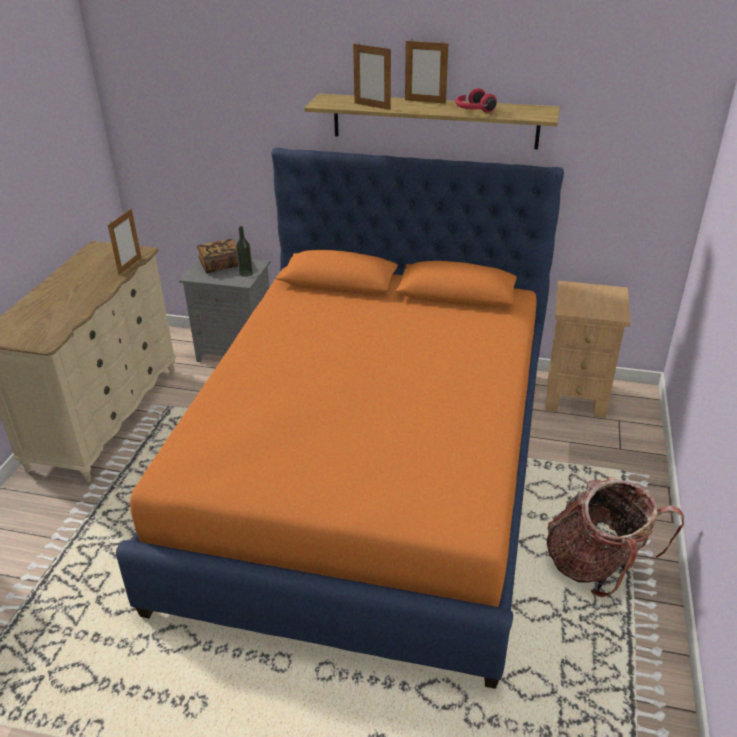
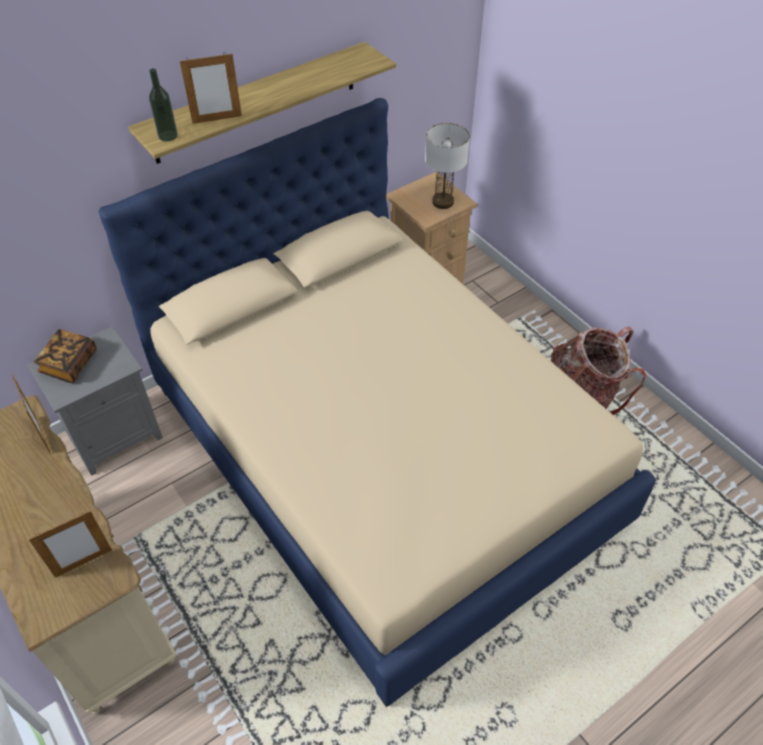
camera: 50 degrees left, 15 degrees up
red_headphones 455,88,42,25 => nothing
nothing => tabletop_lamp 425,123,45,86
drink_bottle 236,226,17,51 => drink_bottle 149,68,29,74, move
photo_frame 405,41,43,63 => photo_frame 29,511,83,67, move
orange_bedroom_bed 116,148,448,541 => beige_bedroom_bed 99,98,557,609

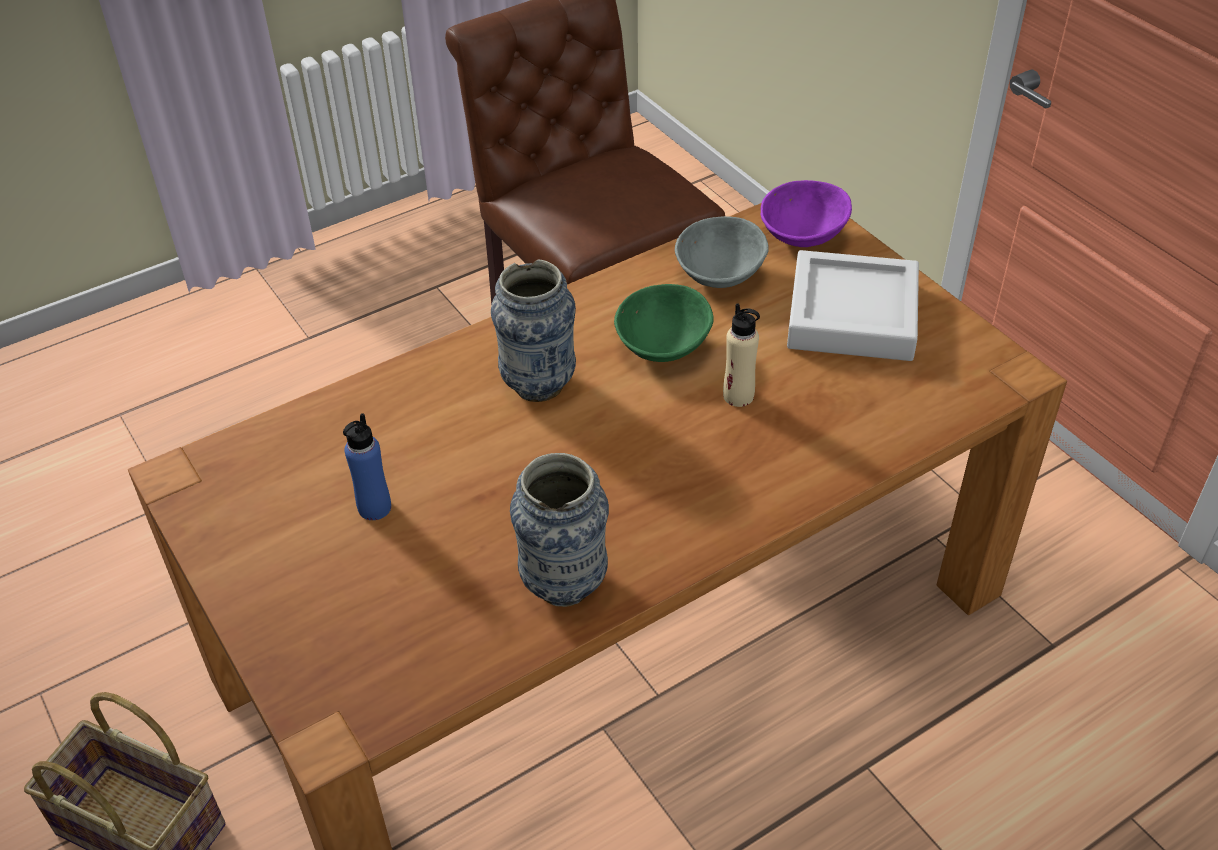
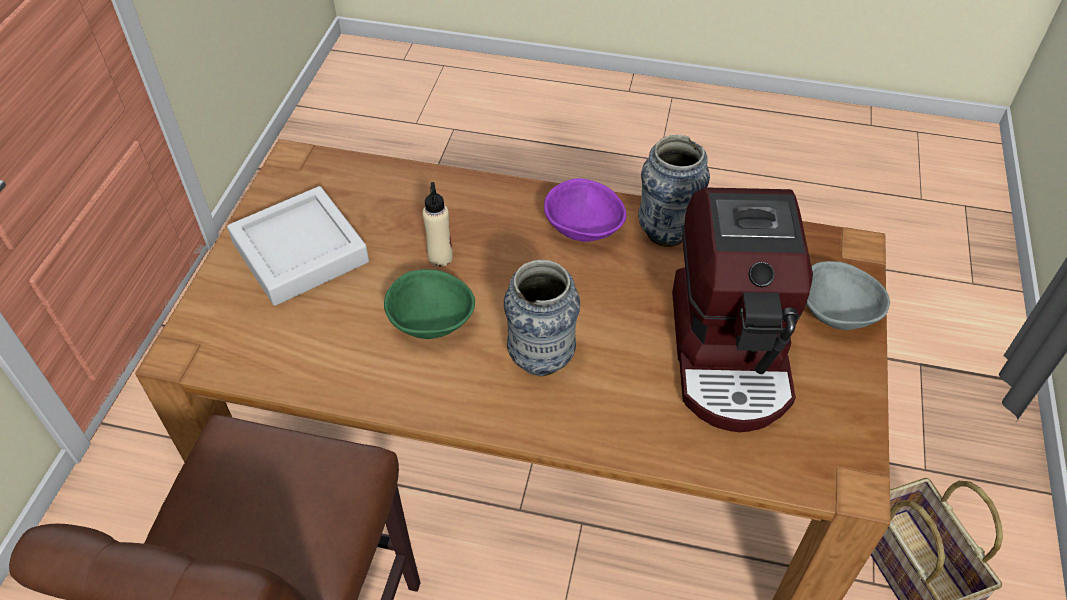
camera: 135 degrees left, 5 degrees up
greyish_deep_dish 675,216,94,72 => greyish_deep_dish 806,261,84,69, move
purple_deep_dish 761,180,91,67 => purple_deep_dish 544,178,82,64, move
blue-coloured_drink_bottle 343,413,48,107 => coffee_machine 672,188,141,244

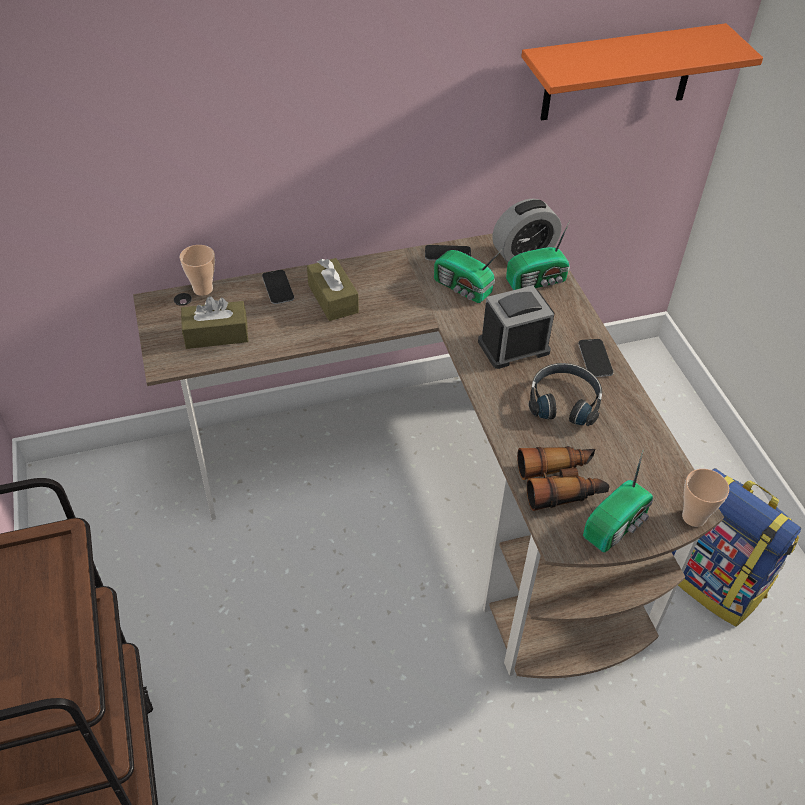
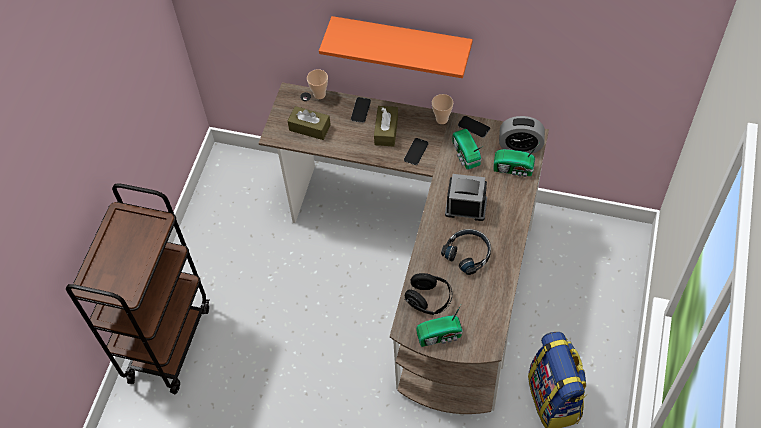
camera: 35 degrees right, 10 degrees up
orange_shelf 521,23,242,98 => orange_shelf 319,16,154,62, move
handset 578,339,35,38 => handset 404,138,24,27, move
cup 682,469,47,58 => cup 432,94,21,30, move
field_glasses 517,446,92,65 => blackish_headphones 404,273,48,42

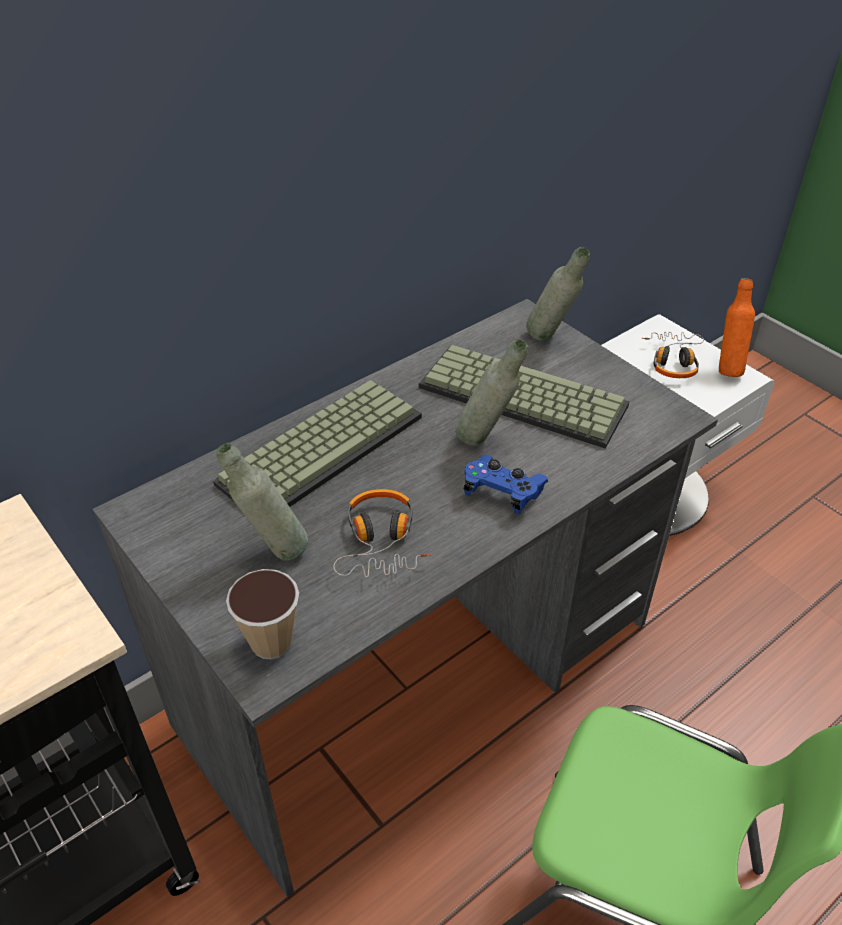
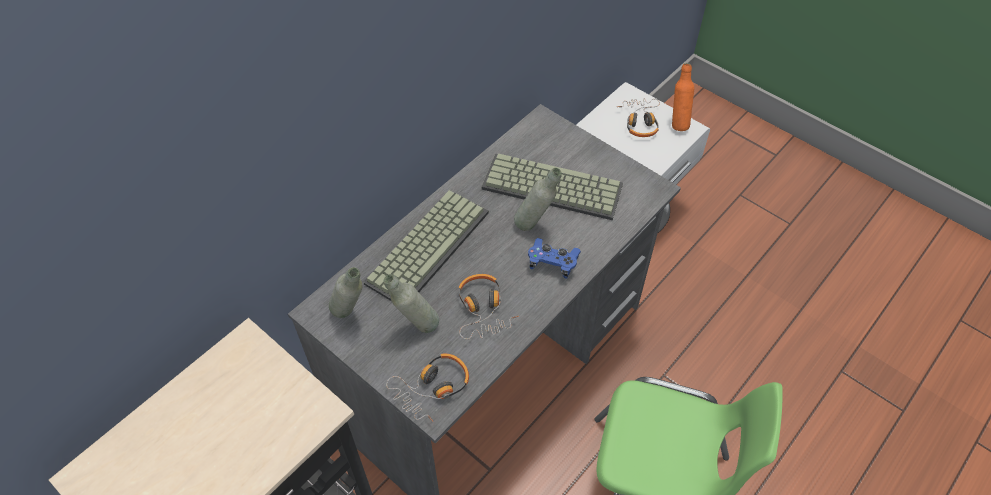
camera: 10 degrees left, 10 degrees up
greyish_drink_bottle 526,247,64,94 => greyish_drink_bottle 329,267,34,51, move
cup 226,569,73,90 => headphones 386,354,83,68

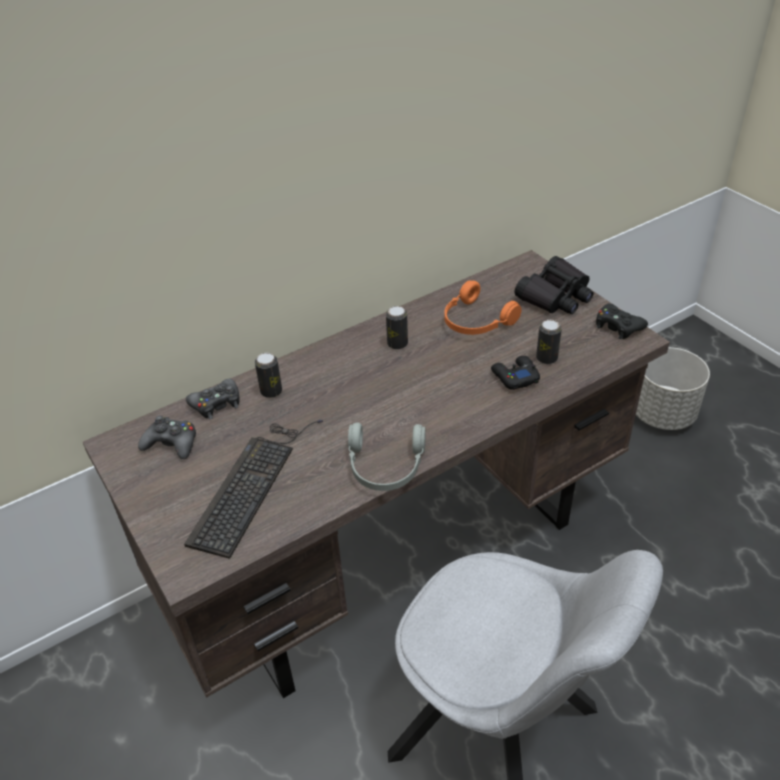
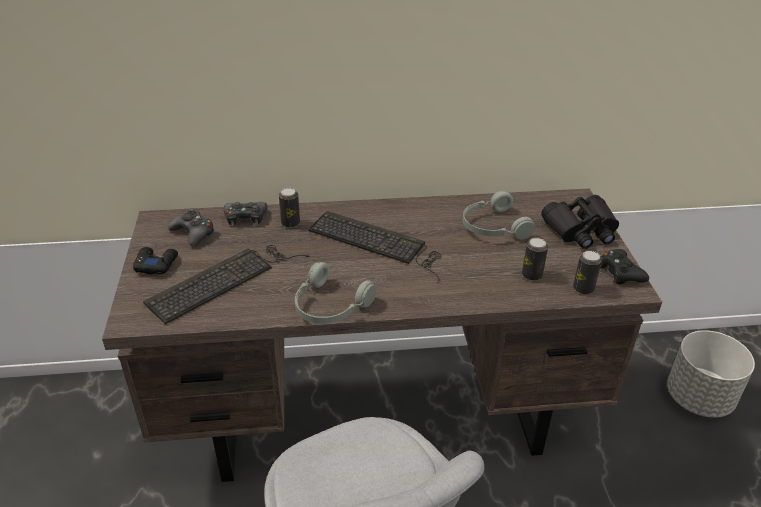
camera: 25 degrees right, 5 degrees down
nothing => computer_keyboard 308,211,133,71
sealed_can 386,306,22,44 => sealed_can 573,250,29,44, move
blackish_joypad 491,356,49,34 => blackish_joypad 133,247,45,27, move
orange_headphones 444,280,77,55 => greyish_headphones 463,191,72,49

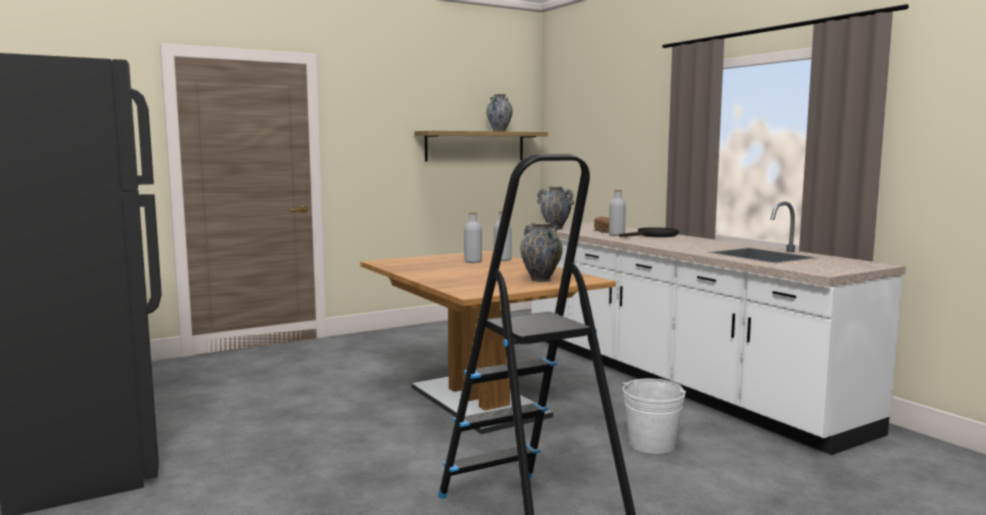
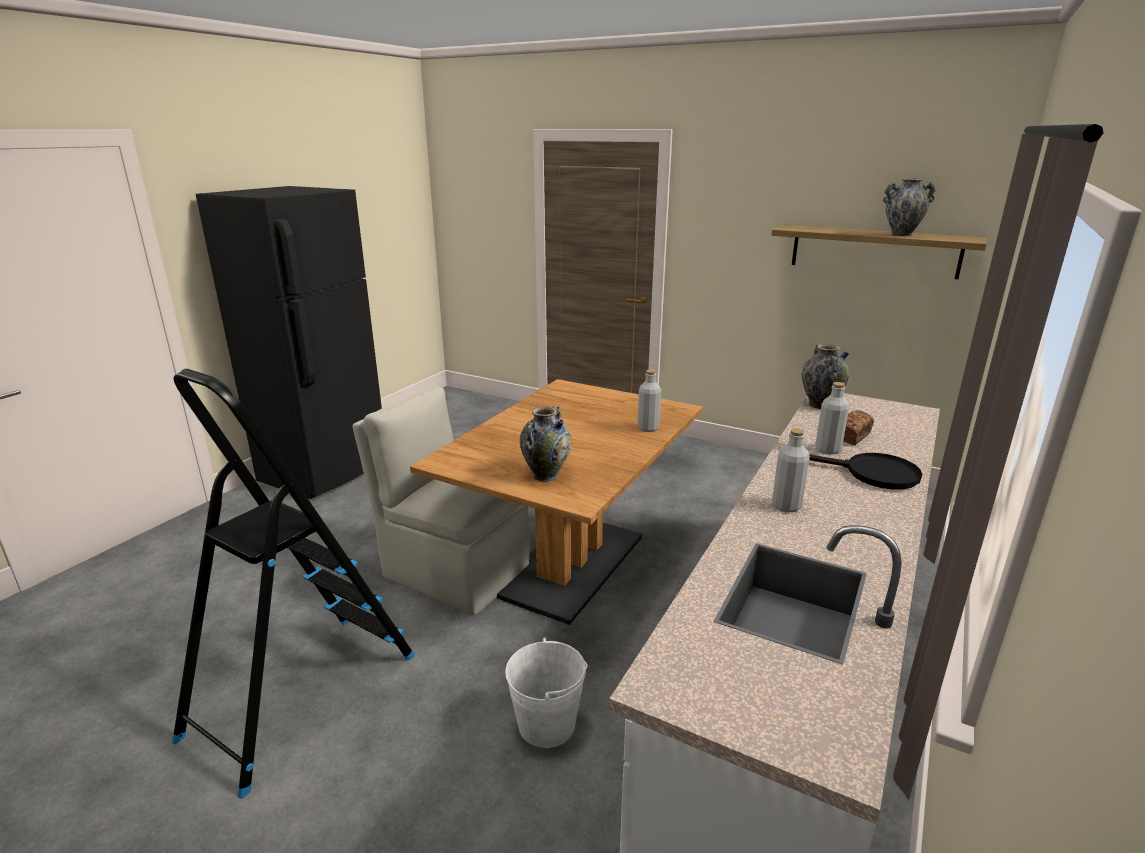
camera: 60 degrees right, 15 degrees up
nothing => beige_chair 352,386,178,229
greyish_drink_bottle 464,212,18,51 => greyish_drink_bottle 772,428,38,84, move

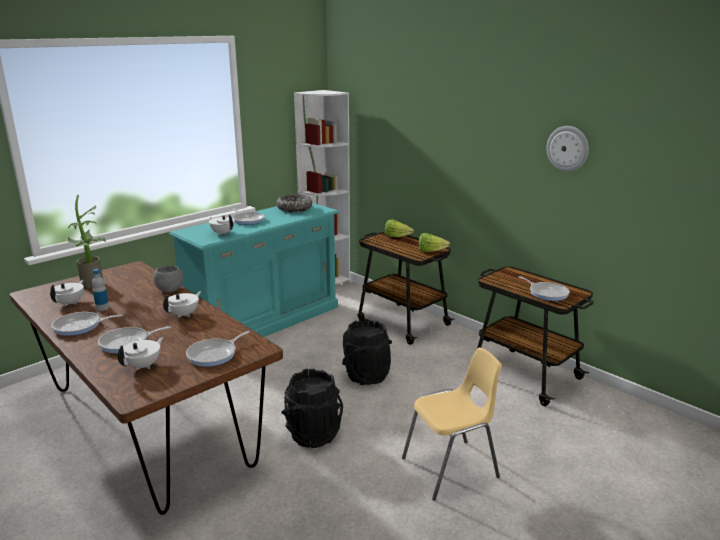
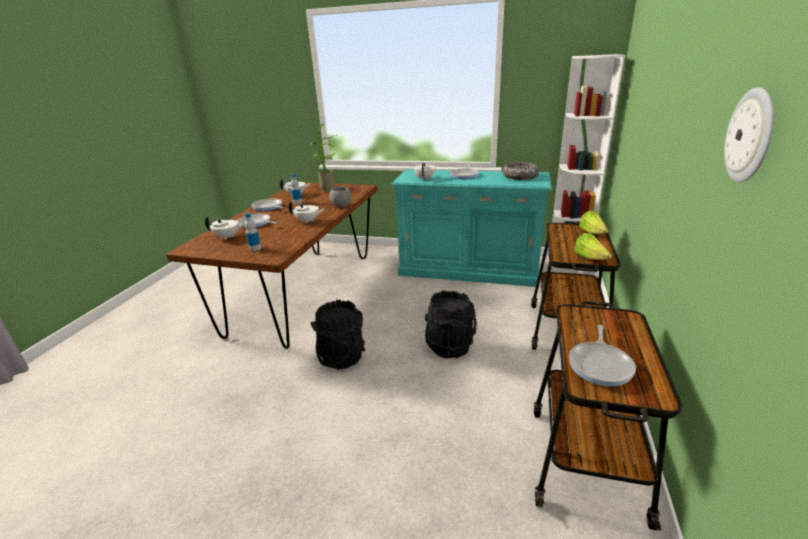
camera: 60 degrees right, 5 degrees up
yellow_chair 402,348,100,153 => nothing
pan 186,331,63,36 => drink_bottle 245,213,16,38

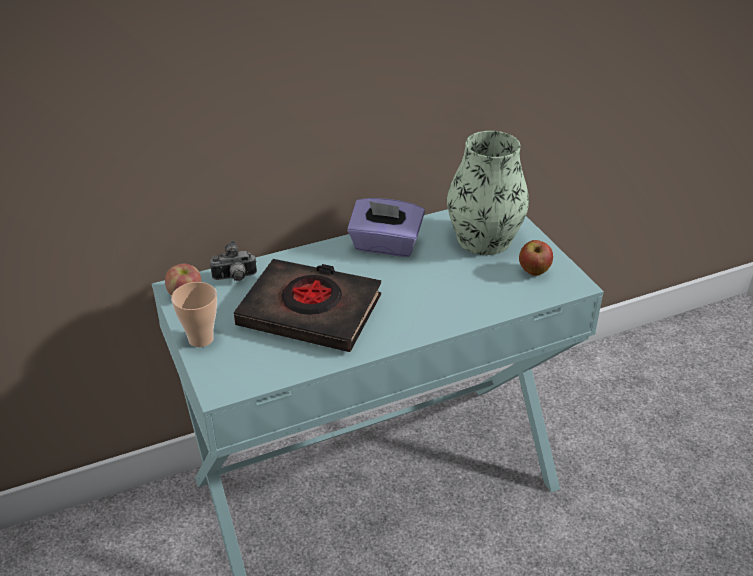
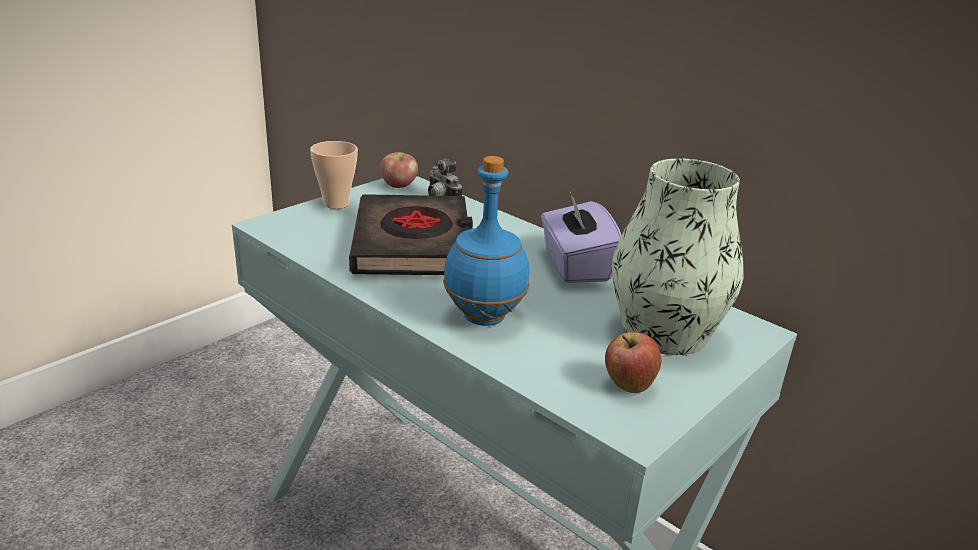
camera: 65 degrees right, 10 degrees down
nothing => blue-coloured_drink_bottle 443,156,86,170

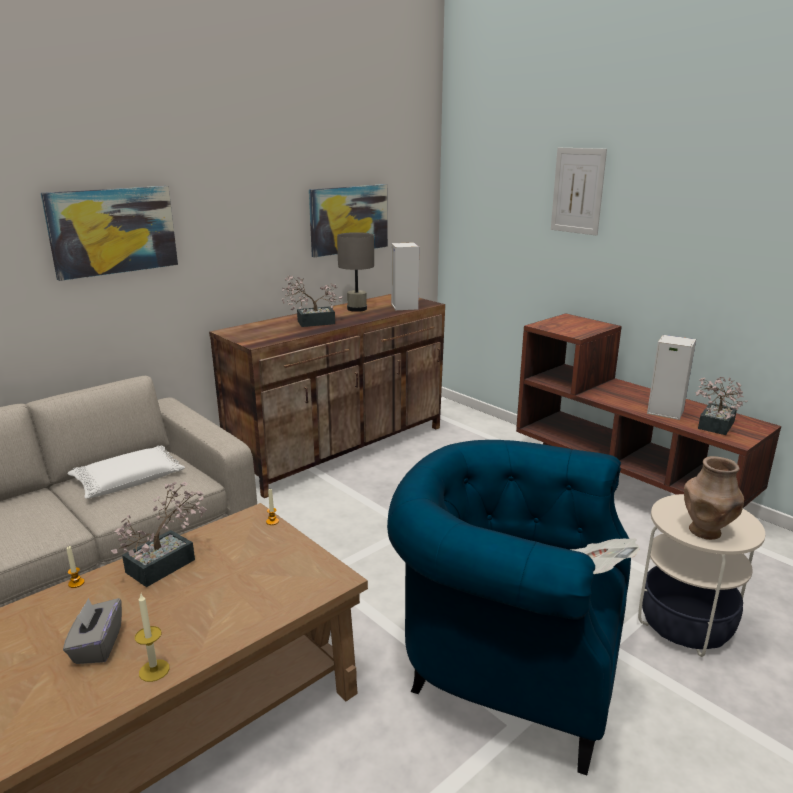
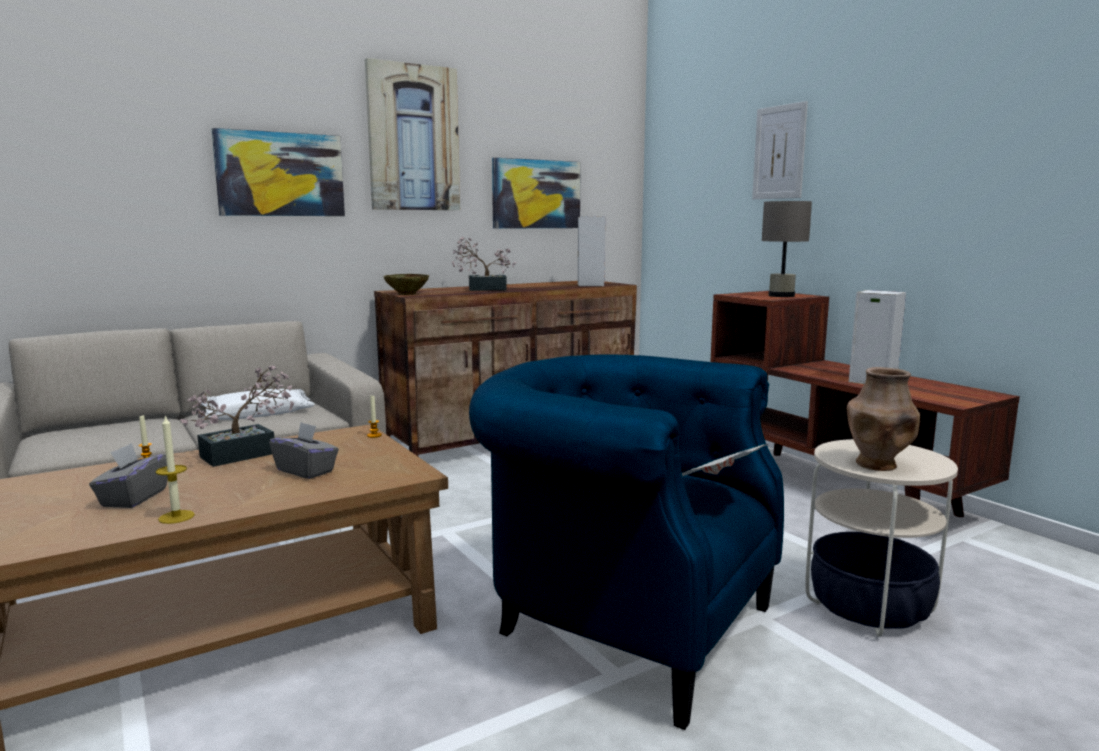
camera: 10 degrees right, 10 degrees down
houseplant 695,377,53,58 => nothing
nothing => greyish_box_of_tissues 269,422,70,57
nothing => wall_art 365,58,95,152
nothing => beige_deep_dish 383,274,46,21
greyish_tabletop_lamp 337,232,37,80 => greyish_tabletop_lamp 762,201,50,96, move

